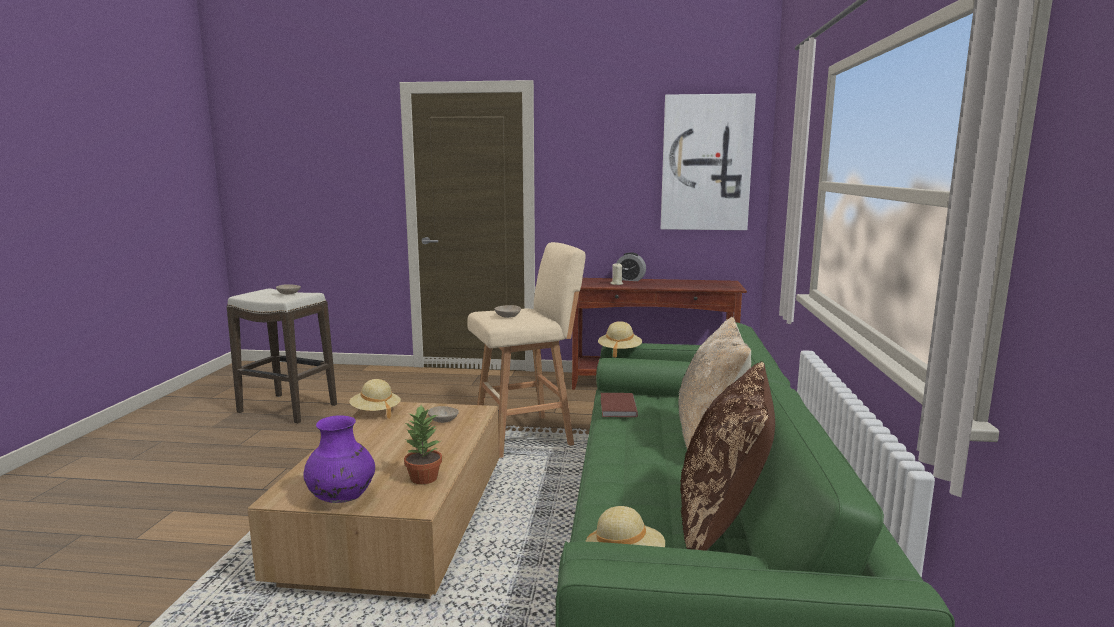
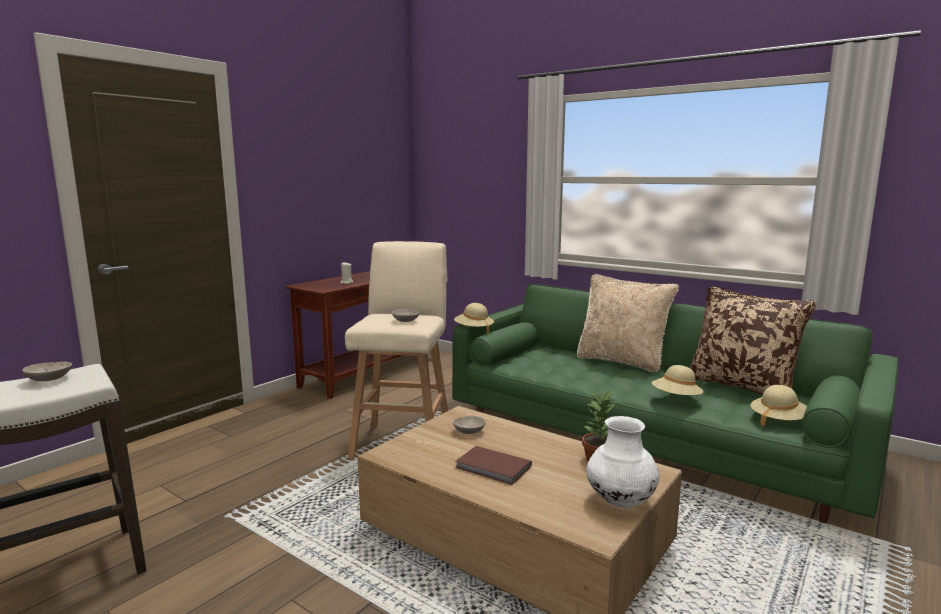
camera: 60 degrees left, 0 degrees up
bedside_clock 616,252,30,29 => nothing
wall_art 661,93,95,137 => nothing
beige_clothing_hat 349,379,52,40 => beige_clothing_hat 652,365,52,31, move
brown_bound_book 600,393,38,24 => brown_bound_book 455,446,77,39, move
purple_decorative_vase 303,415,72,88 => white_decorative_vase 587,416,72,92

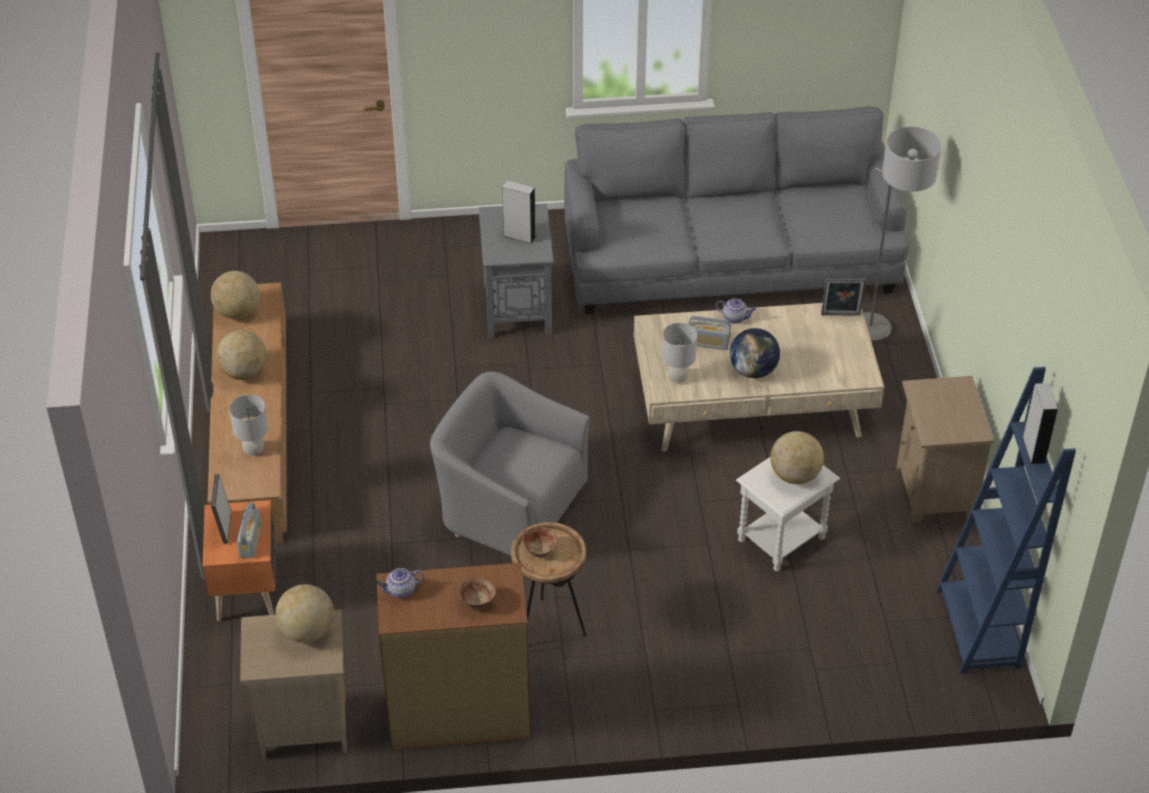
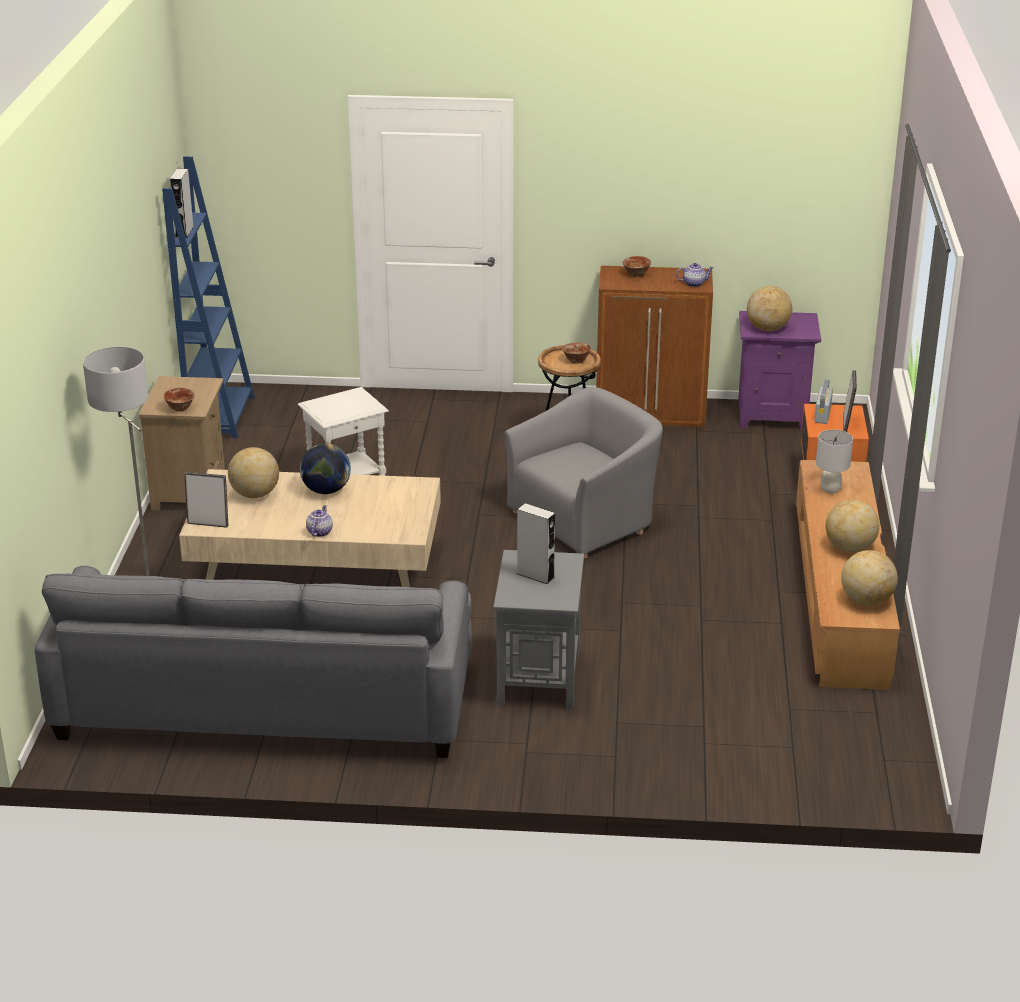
camera: 170 degrees left, 15 degrees down
greyish_tabletop_lamp 662,323,35,60 => nothing
radio_receiver 688,316,43,34 => nothing
nothing => deep_dish 164,388,31,23
globe 770,431,54,53 => globe 228,447,51,51, move
beige_night_table 240,610,107,150 => purple_night_table 738,311,83,119
greyish_lounge_chair 430,372,160,184 => greyish_lounge_chair 505,387,158,171, 75 degrees counterclockwise
pot_for_tea 716,298,40,26 => pot_for_tea 306,505,27,32, 75 degrees clockwise

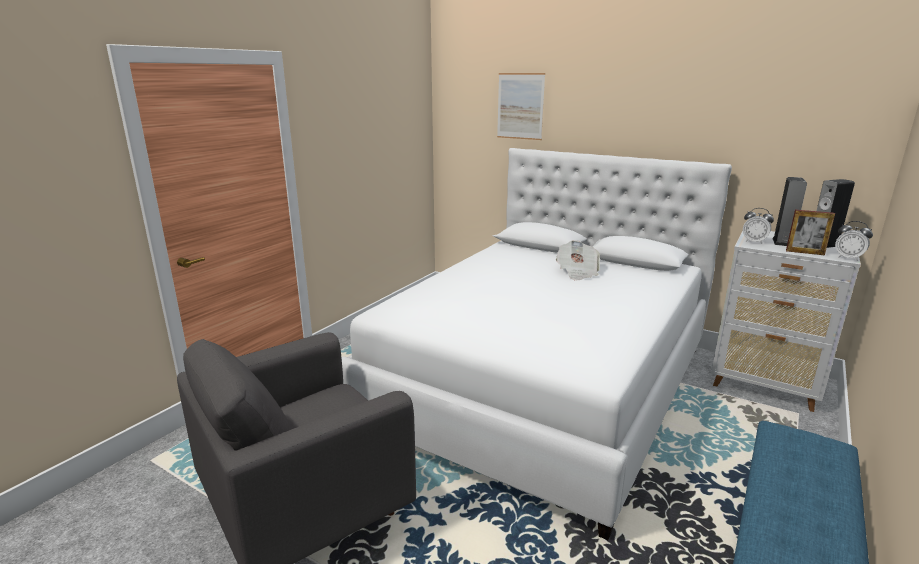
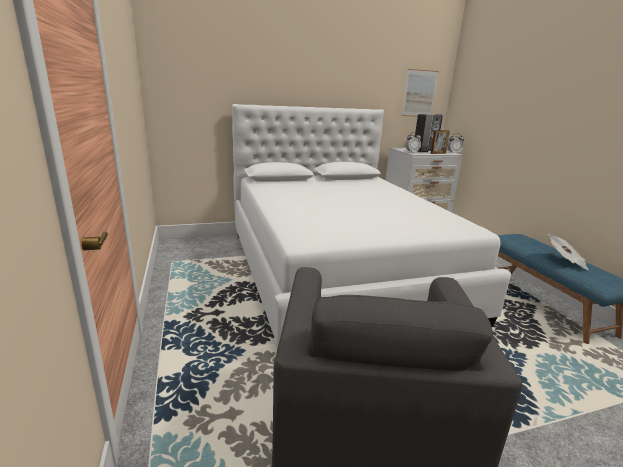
camera: 50 degrees left, 0 degrees up
wall_art 497,73,48,67 => wall_art 402,69,37,48, move
printed_paper 556,240,44,40 => printed_paper 548,234,41,36, move

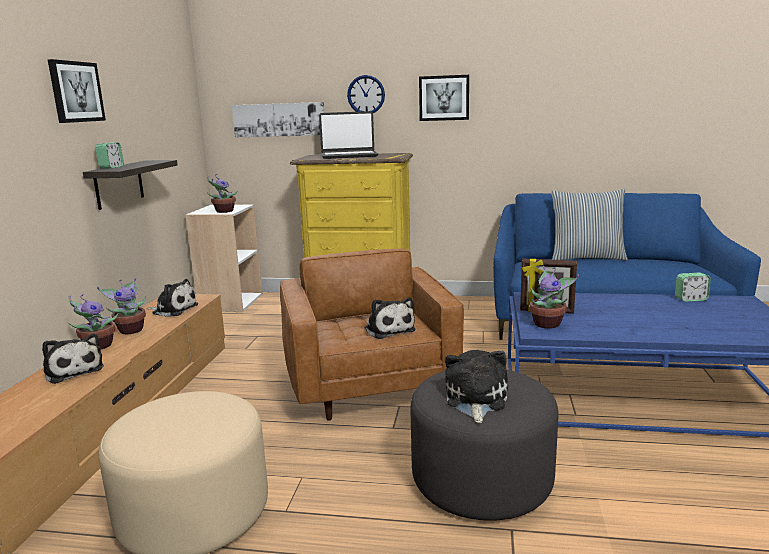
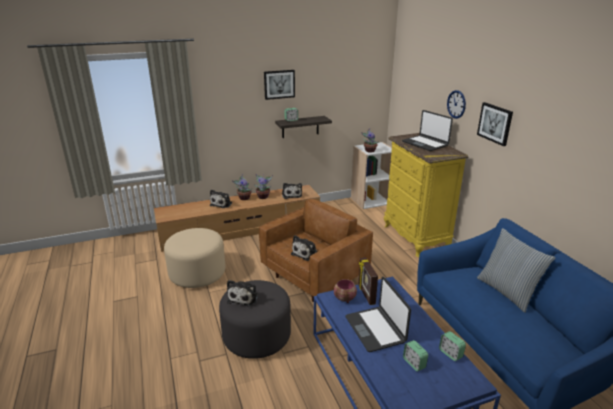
camera: 60 degrees right, 10 degrees up
wall_art 232,102,93,35 => nothing
nothing => portable_computer 345,277,66,75
nothing => bedside_clock 403,340,25,31
houseplant 530,266,49,63 => deep_dish 334,279,23,24
cuddly_toy 445,350,63,73 => cuddly_toy 227,280,31,26, 120 degrees clockwise

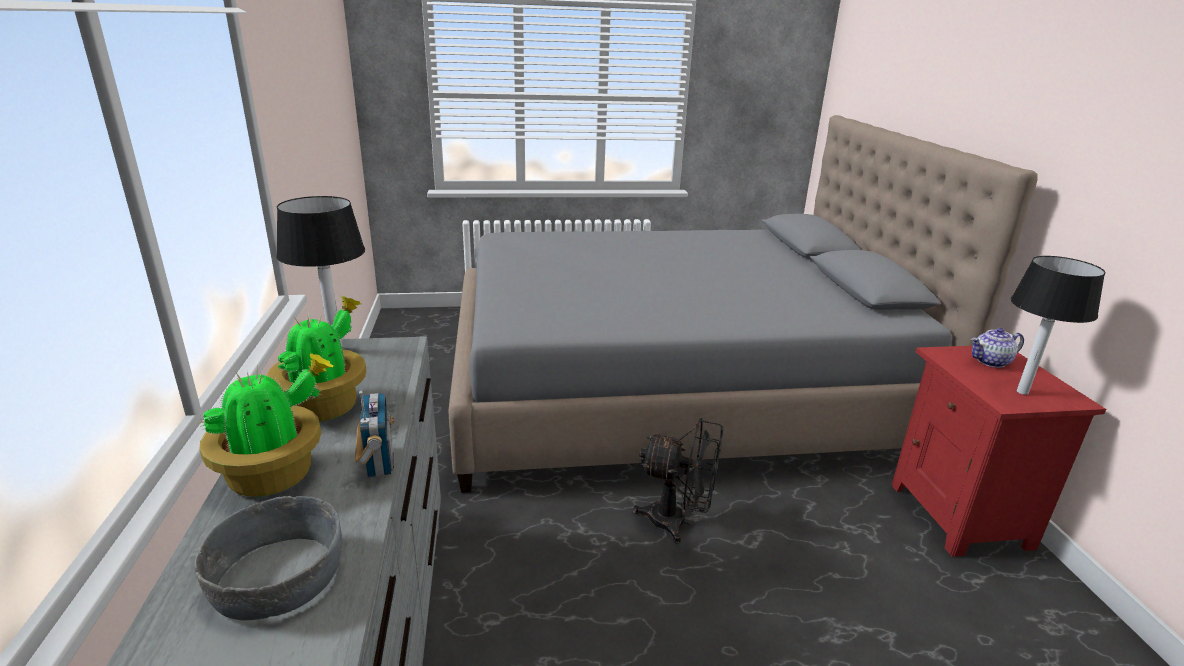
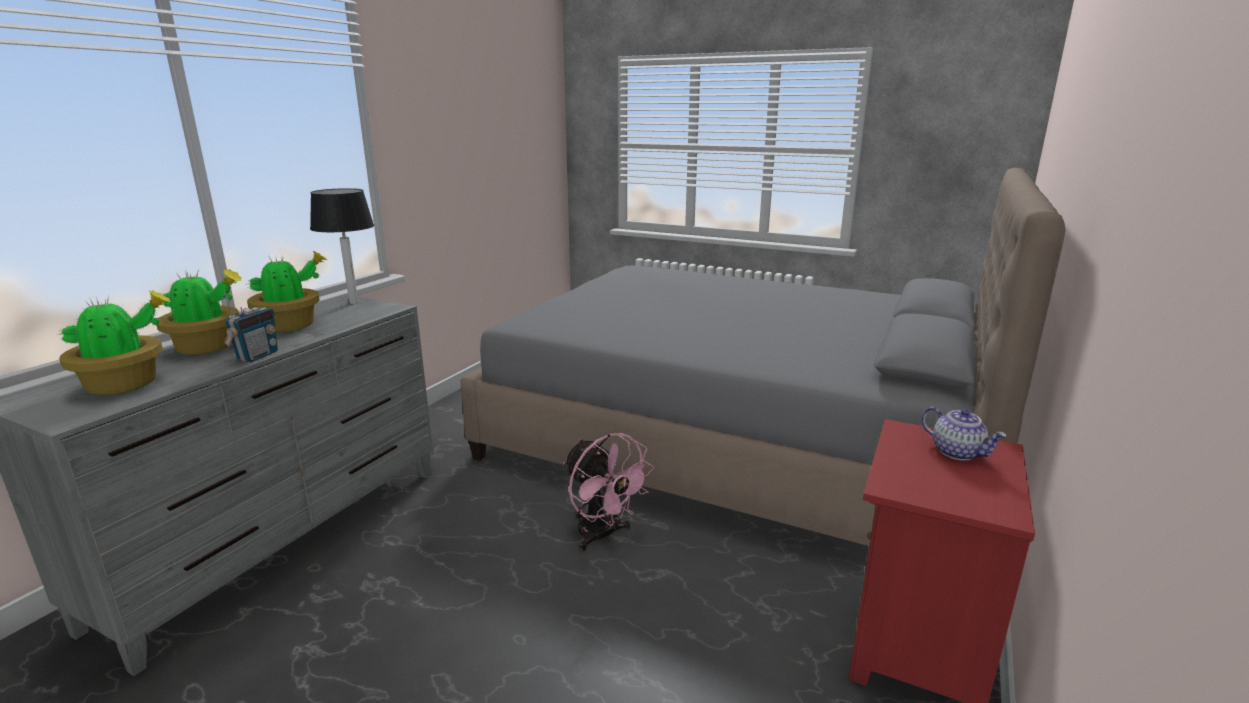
camera: 35 degrees right, 5 degrees down
tabletop_lamp 1011,256,94,139 => nothing
greyish_deep_dish 194,496,148,124 => houseplant 59,290,113,105
blackish_fan 633,418,90,126 => pink_fan 563,433,91,118
pot_for_tea 971,328,53,40 => pot_for_tea 921,407,86,53, 150 degrees counterclockwise

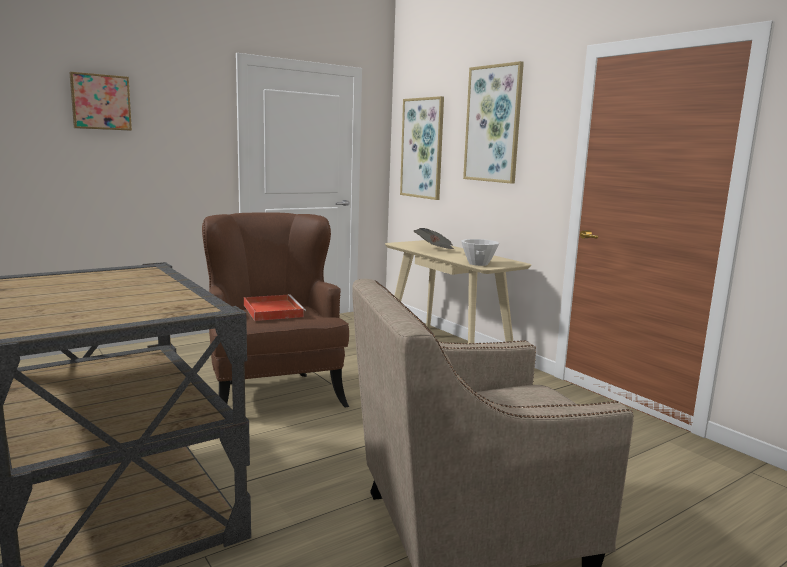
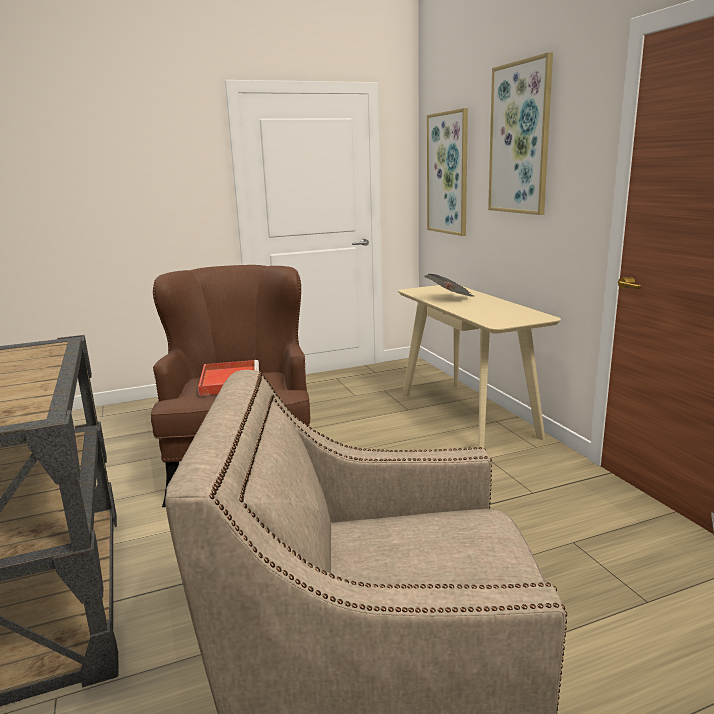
camera: 15 degrees right, 5 degrees up
wall_art 69,72,63,59 => nothing
white_deep_dish 461,239,38,27 => nothing

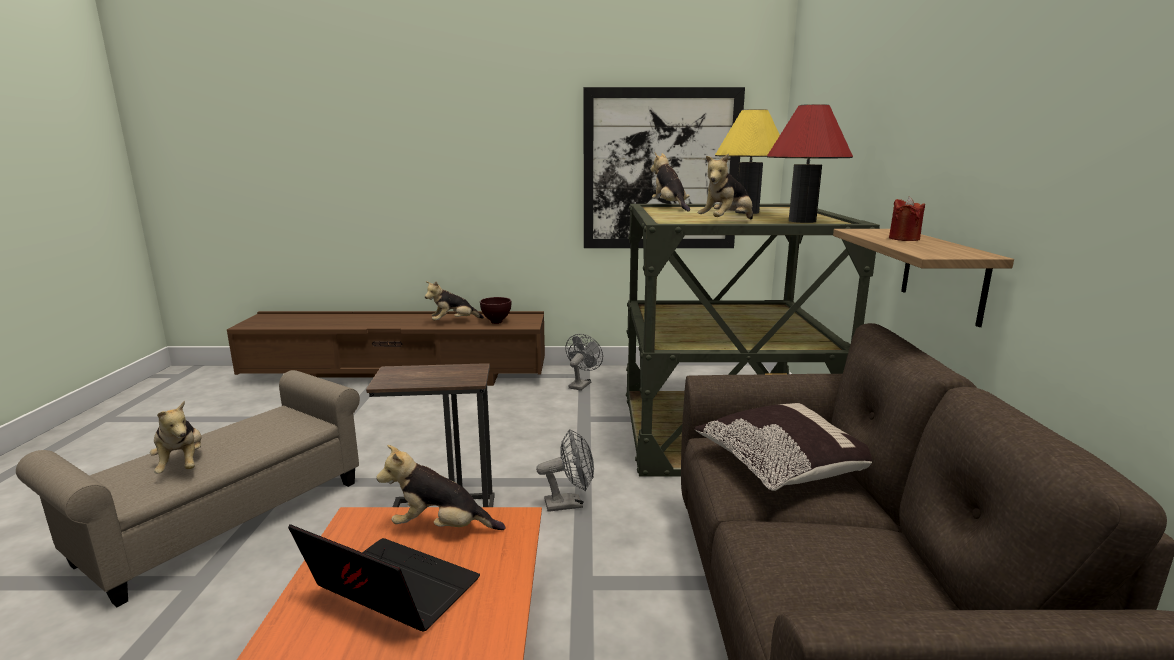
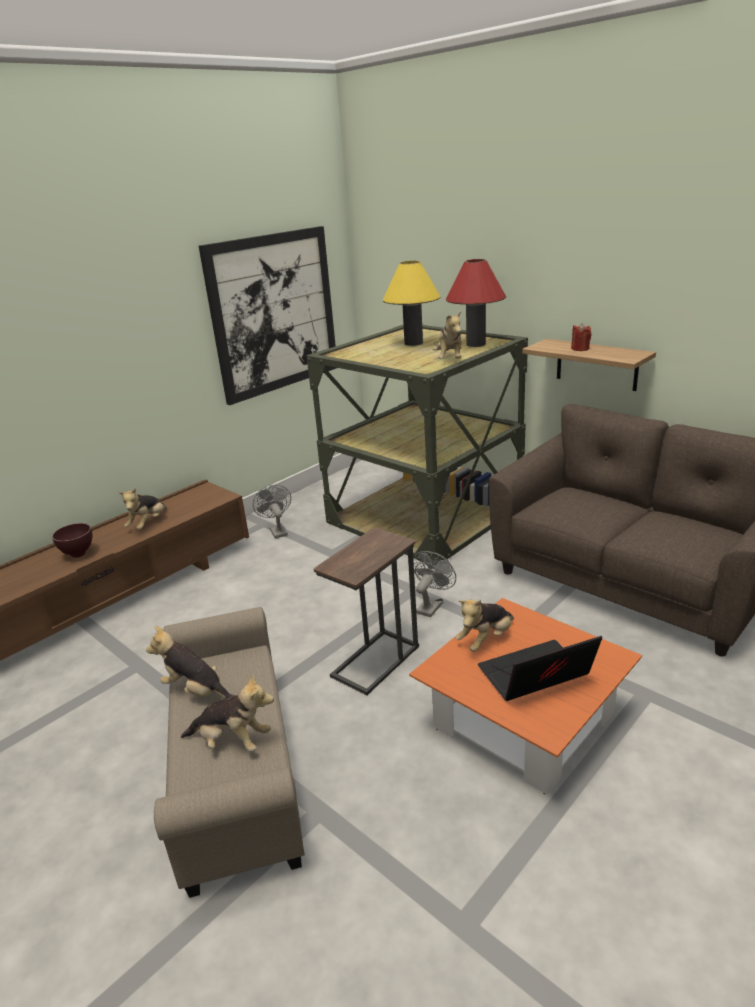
camera: 45 degrees left, 10 degrees up
throw_pillow 694,403,178,88 => nothing
brown_deep_dish 480,297,31,27 => brown_deep_dish 52,523,40,35, move
cuddly_toy 651,153,39,58 => cuddly_toy 146,626,89,73, move

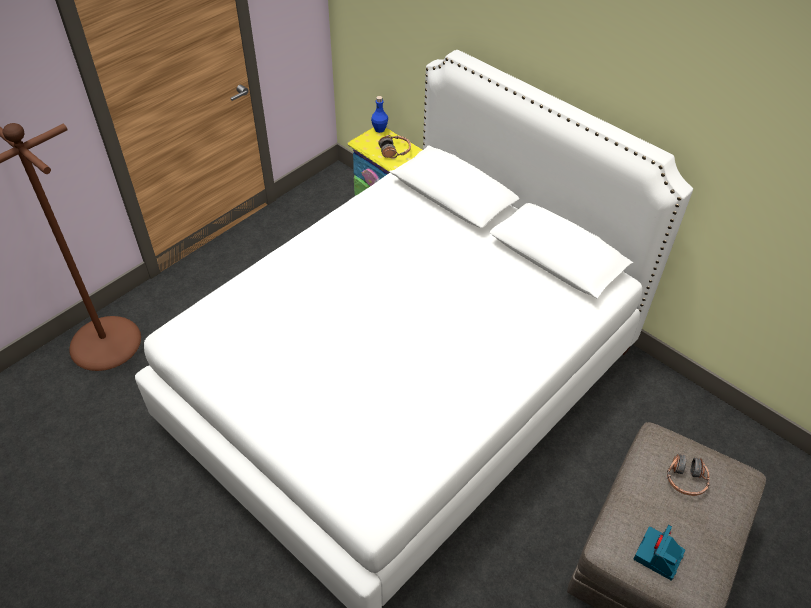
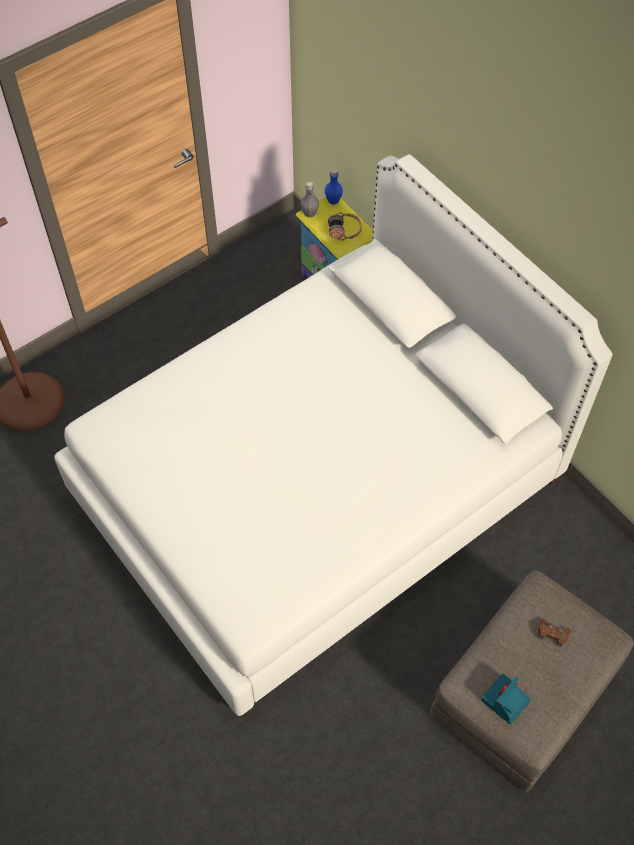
camera: 10 degrees right, 10 degrees up
nothing => greyish_drink_bottle 301,182,18,36
headphones 667,453,43,43 => brown_joypad 538,619,32,28

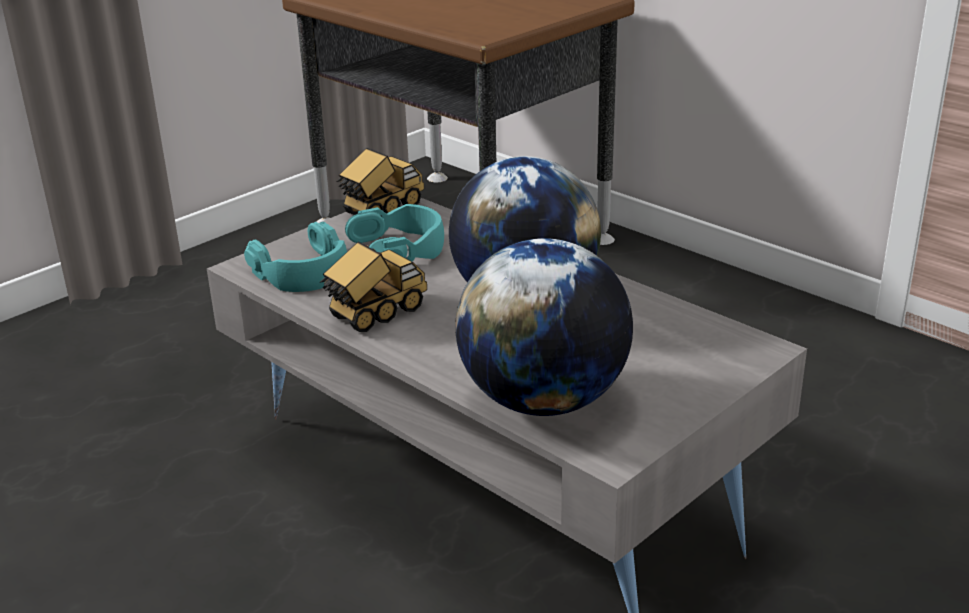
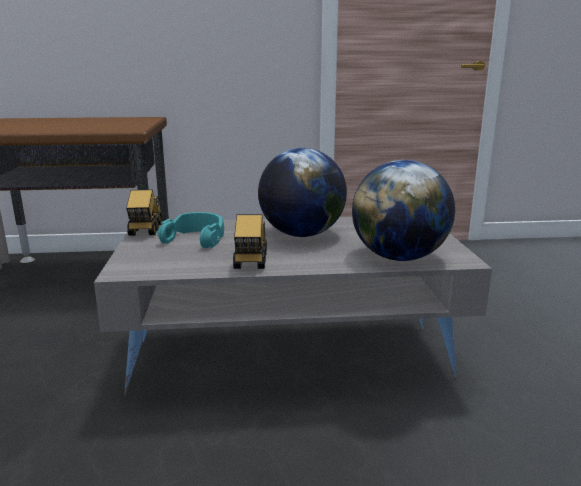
camera: 50 degrees left, 10 degrees down
blue-green_headphones 244,222,103,70 => nothing

